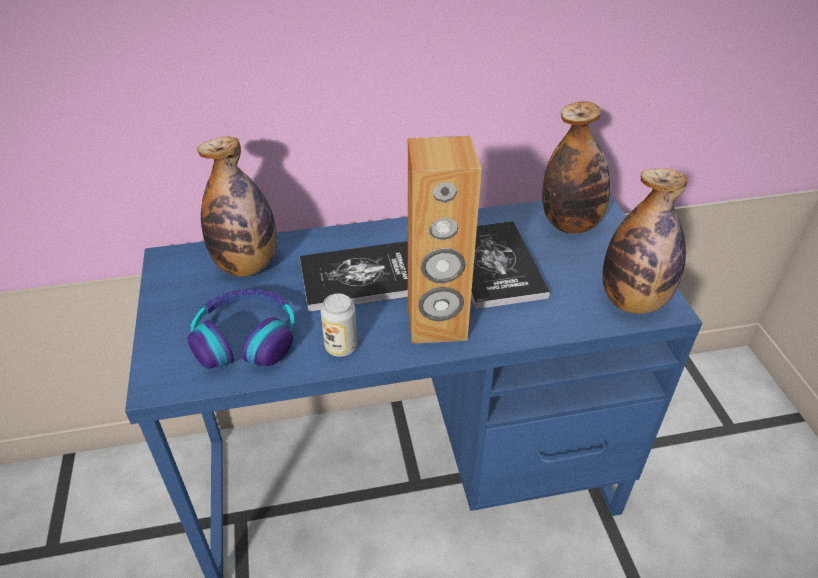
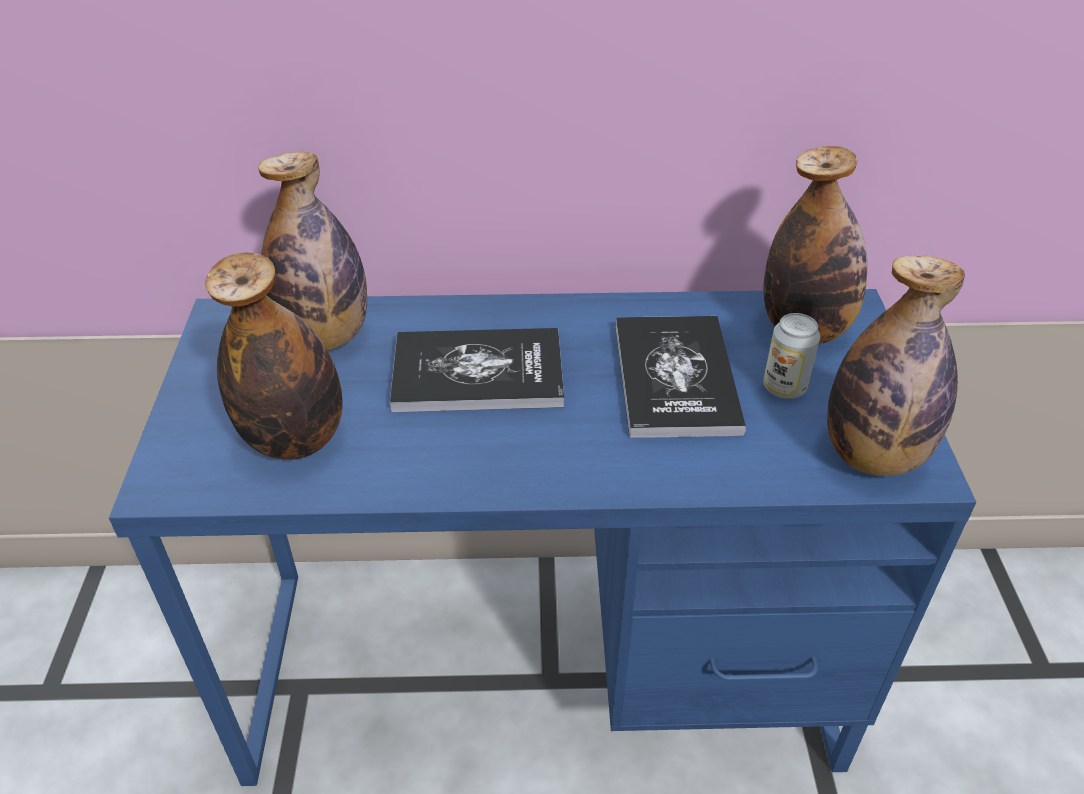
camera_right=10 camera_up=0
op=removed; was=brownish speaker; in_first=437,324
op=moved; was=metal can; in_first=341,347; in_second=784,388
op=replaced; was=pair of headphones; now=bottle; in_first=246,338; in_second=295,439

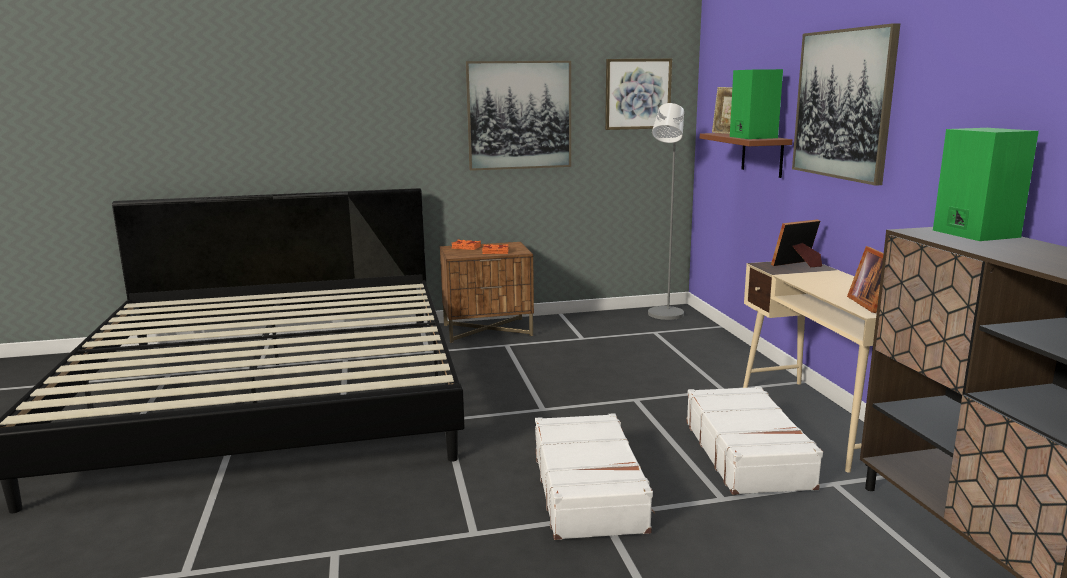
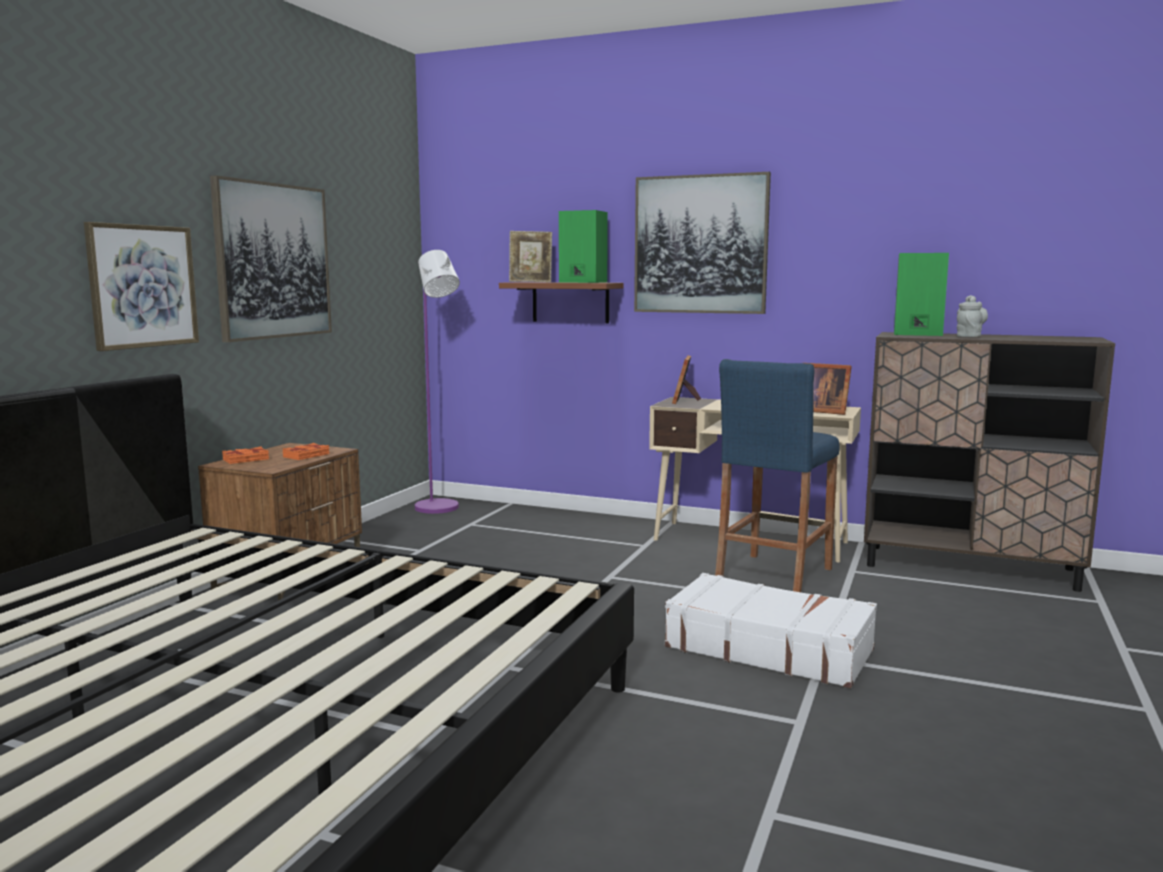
camera_right=-55 camera_up=-5
op=added; now=greyish tea pot; in_second=969,336
op=moved; was=wall art; in_first=637,94; in_second=142,286
op=replaced; was=white travel case; now=bluish stool; in_first=747,454; in_second=773,577
op=recoloured; was=greyish standard lamp; now=purplish standard lamp; in_first=664,316; in_second=440,509

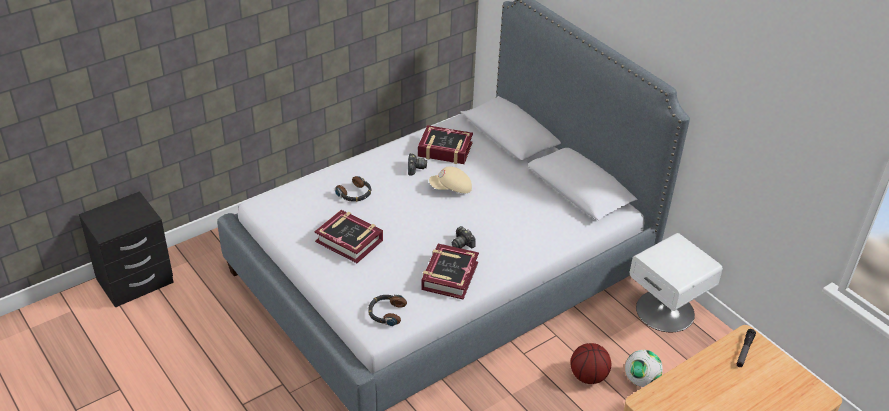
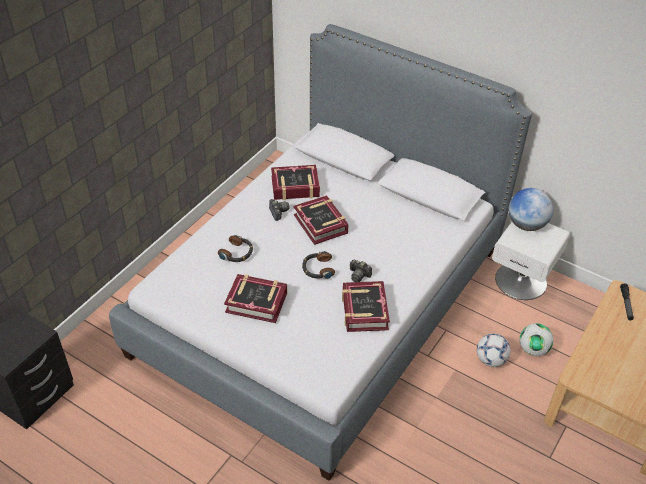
camera_right=-20 camera_up=5
op=added; now=desk globe; in_second=526,225
op=moved; was=pair of headphones; in_first=386,313; in_second=317,269
op=replaced; was=beige-coloured peaked cap; now=volume; in_first=451,189; in_second=321,224
op=replaced; was=basketball; now=ball for football; in_first=588,376; in_second=490,360

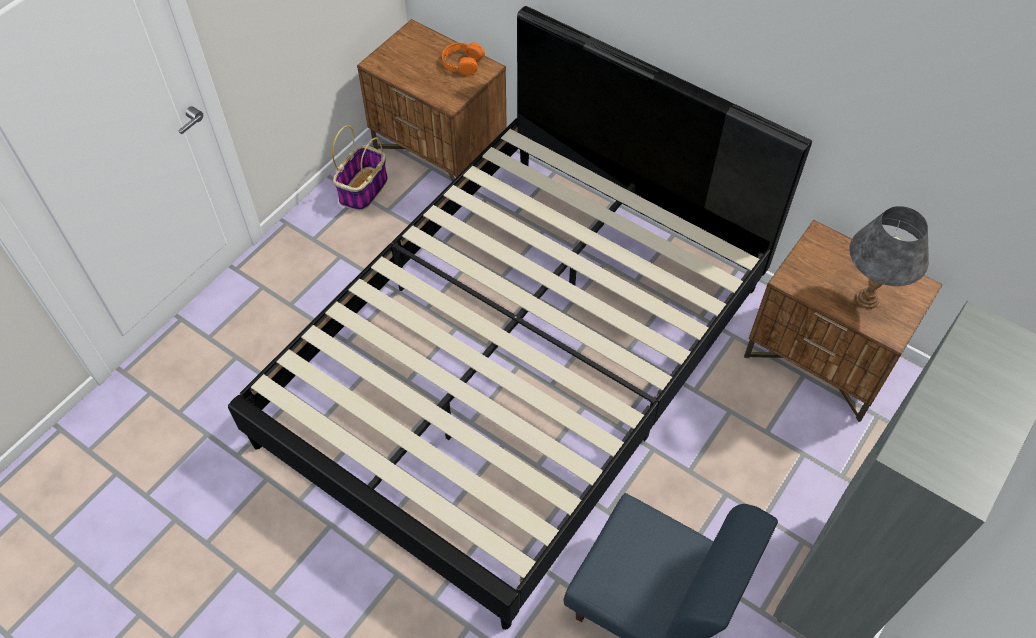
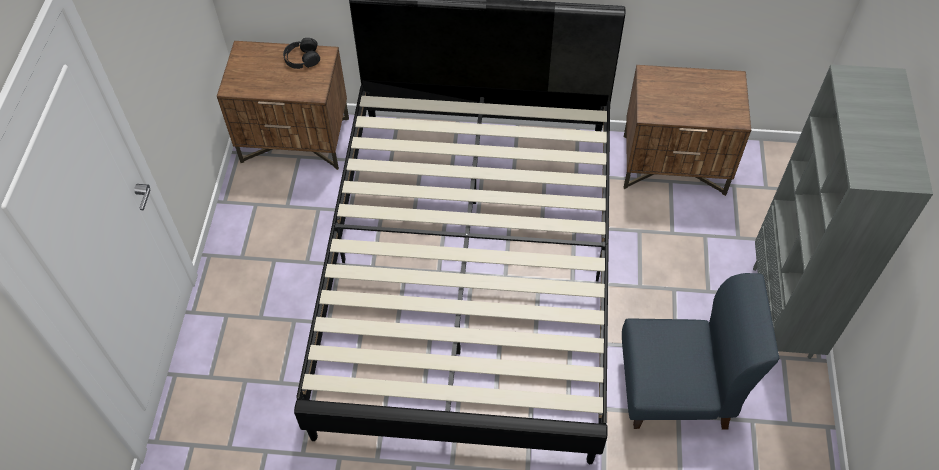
camera_right=-30 camera_up=0
op=removed; was=basket; in_first=363,190
op=removed; was=greyish tabletop lamp; in_first=866,299
op=recoloured; was=orangey pair of headphones; now=black pair of headphones; in_first=462,63; in_second=302,58

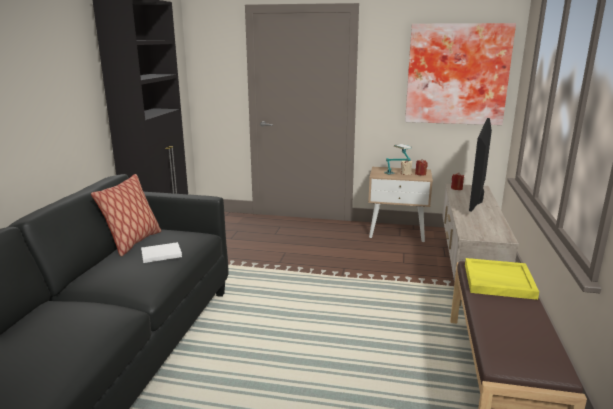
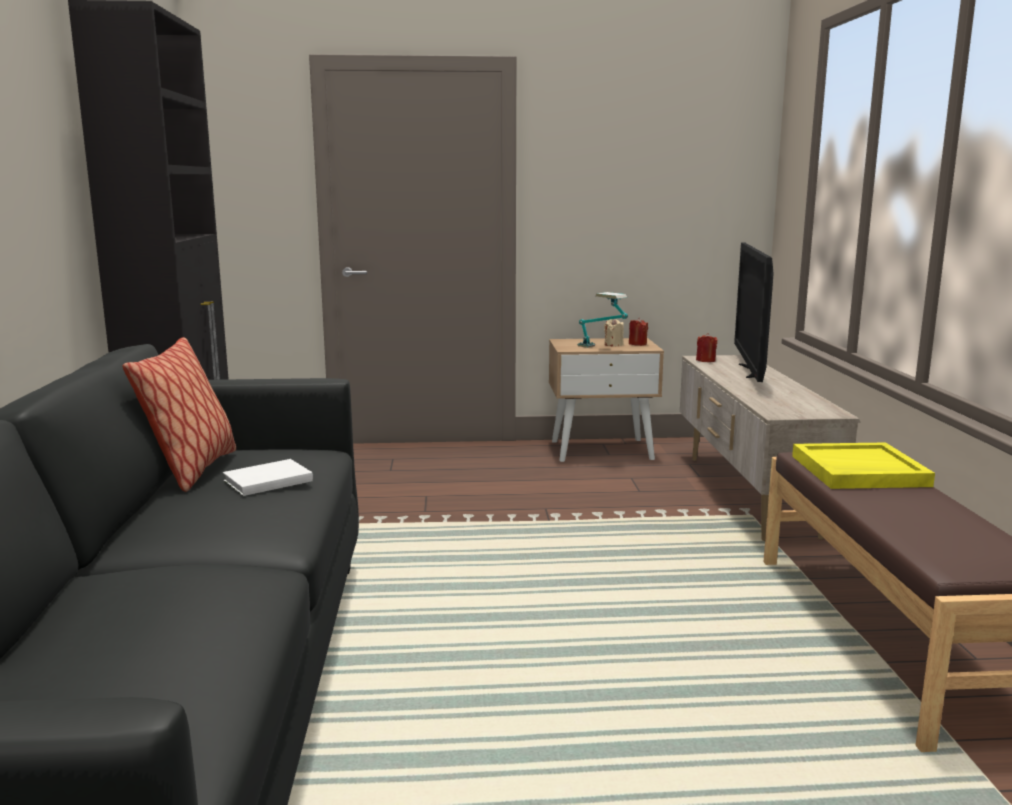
camera_right=-15 camera_up=-5
op=removed; was=wall art; in_first=457,74

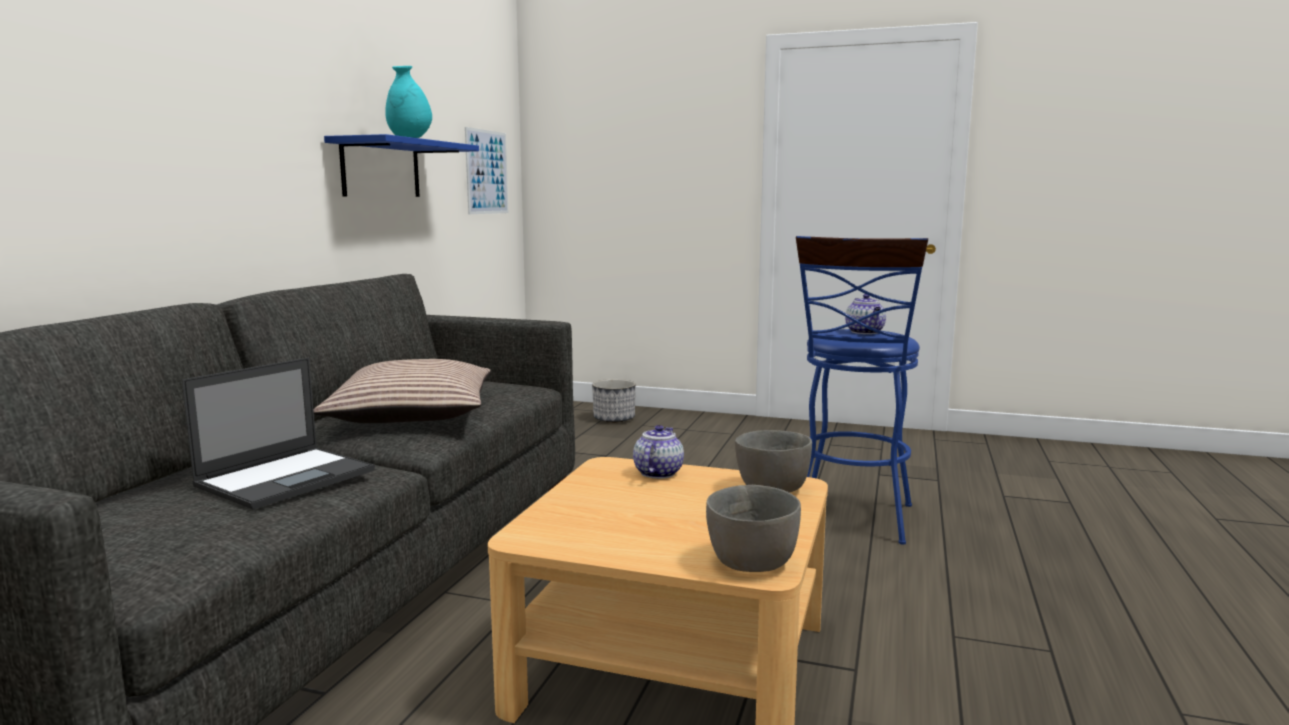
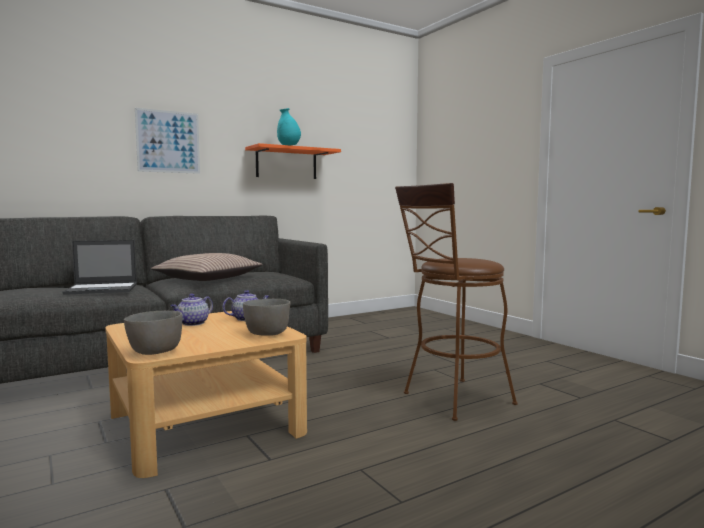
camera_right=40 camera_up=-5
op=removed; was=flower pot; in_first=614,419
op=moved; was=wall art; in_first=487,172; in_second=168,141
op=moved; was=tea pot; in_first=865,332; in_second=192,323
op=recoloured; was=bluish bracket shelf; now=orangey bracket shelf; in_first=381,169; in_second=286,163
op=recoloured; was=bluish stool; now=brownish stool; in_first=852,521; in_second=451,400

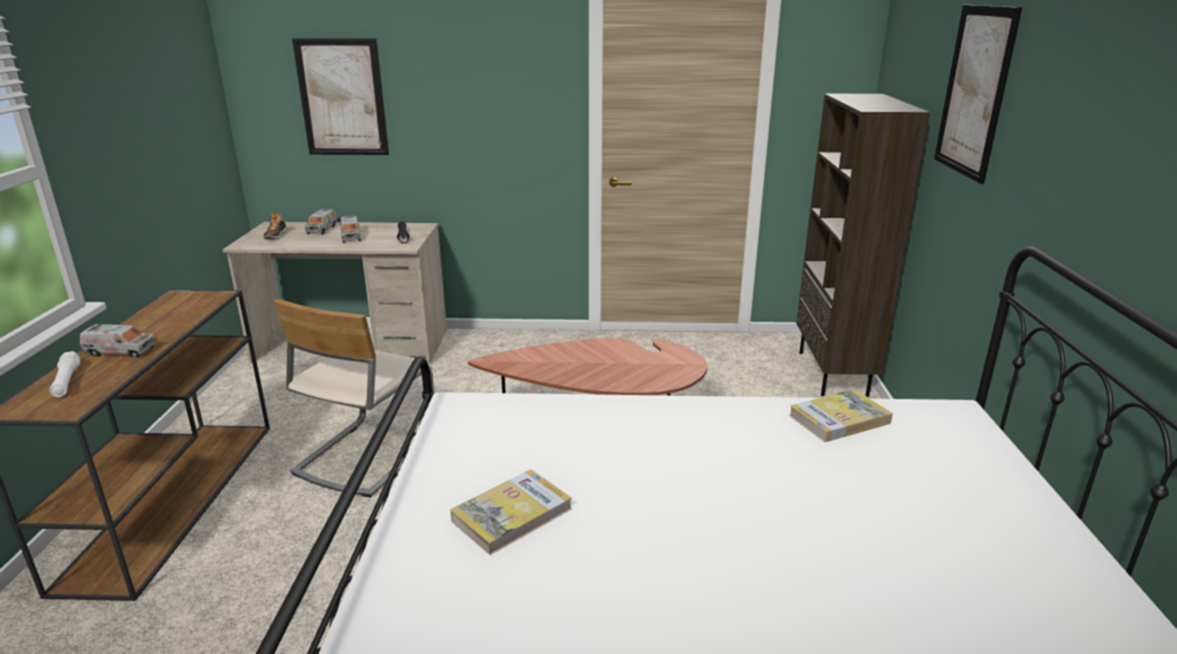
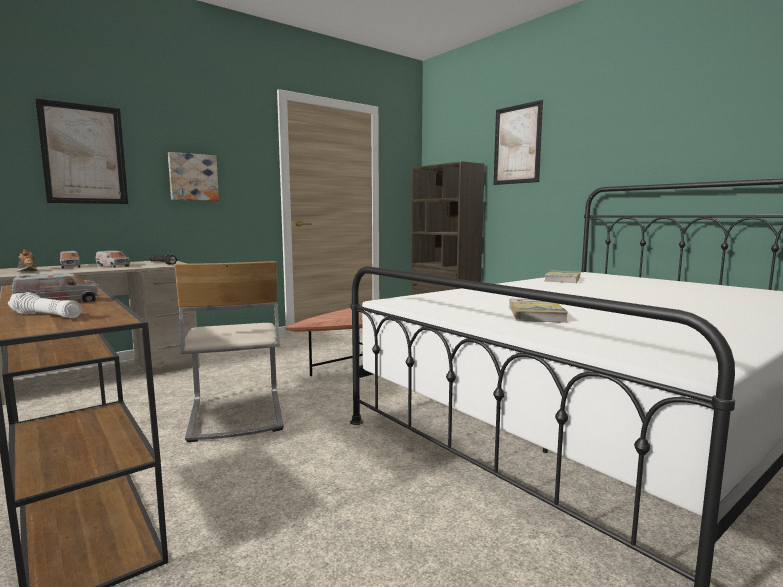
camera_right=-40 camera_up=-15
op=added; now=wall art; in_second=193,177

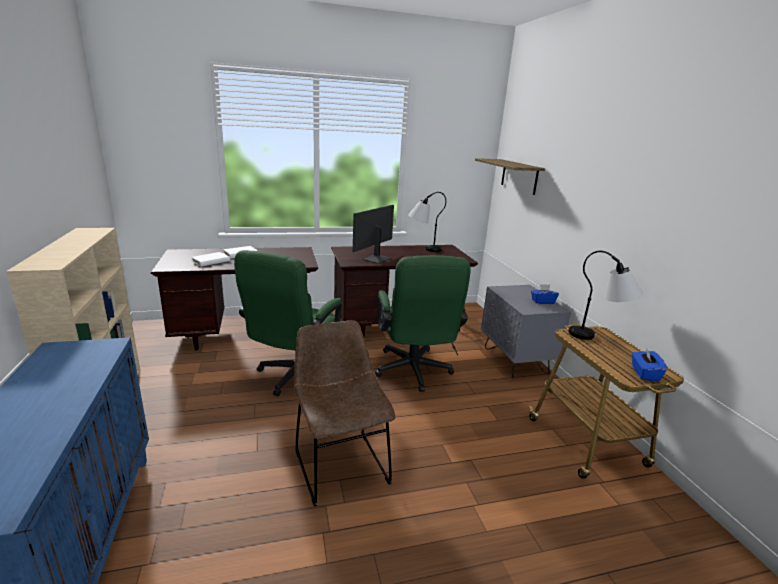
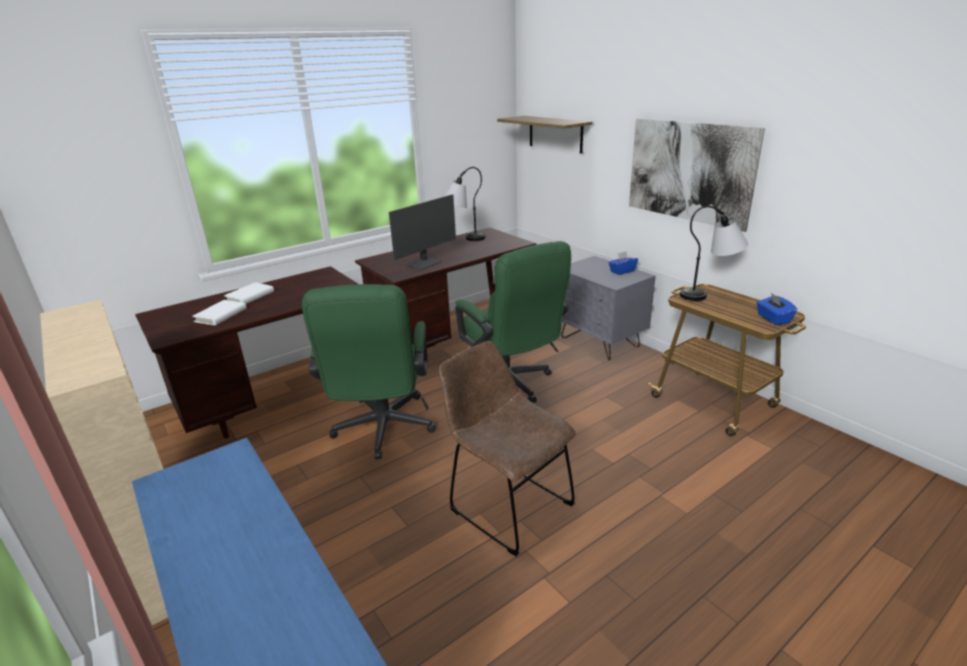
camera_right=-20 camera_up=5
op=added; now=wall art; in_second=689,171
op=turned; was=monitor; in_first=376,259; in_second=424,263; clockwise=-150

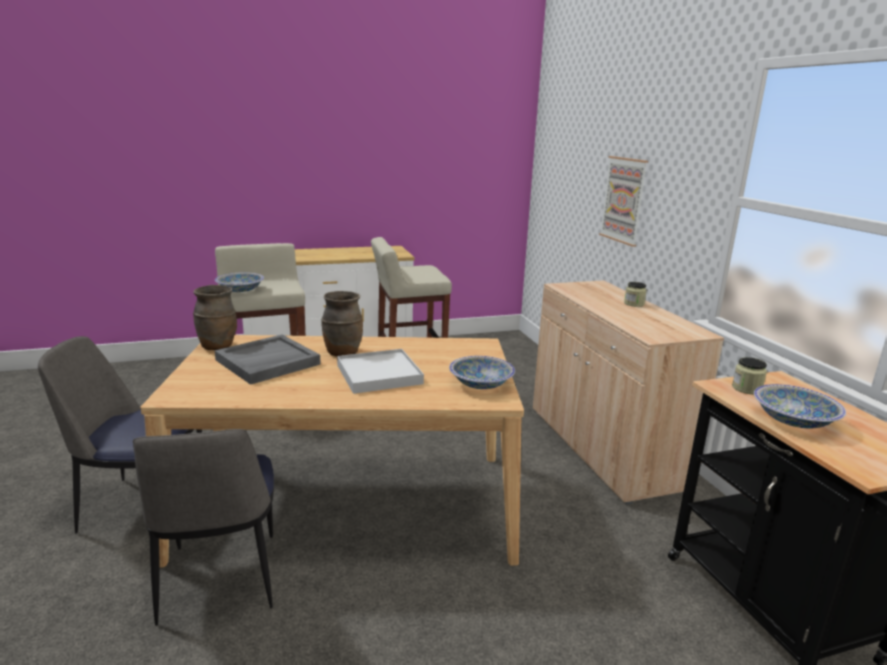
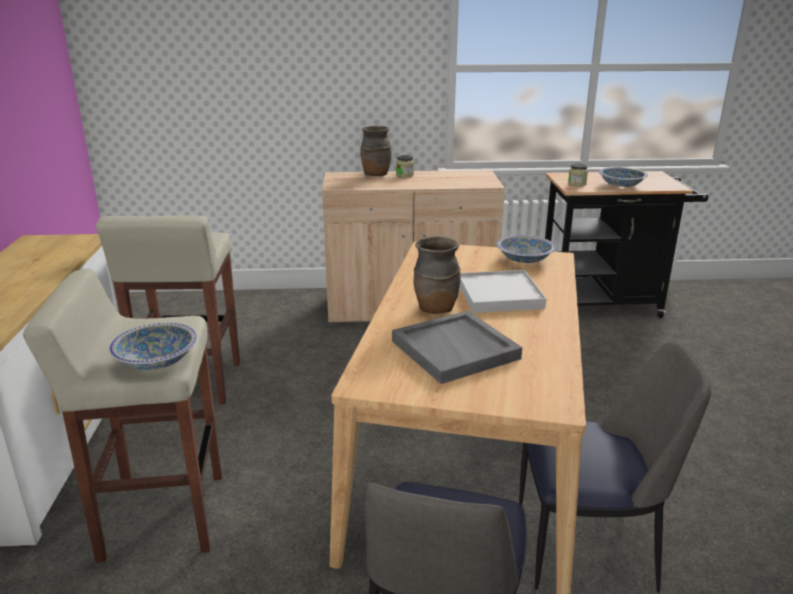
camera_right=-75 camera_up=5
op=removed; was=wall art; in_first=623,200
op=moved; was=brownish decorative vase; in_first=218,346; in_second=375,175

